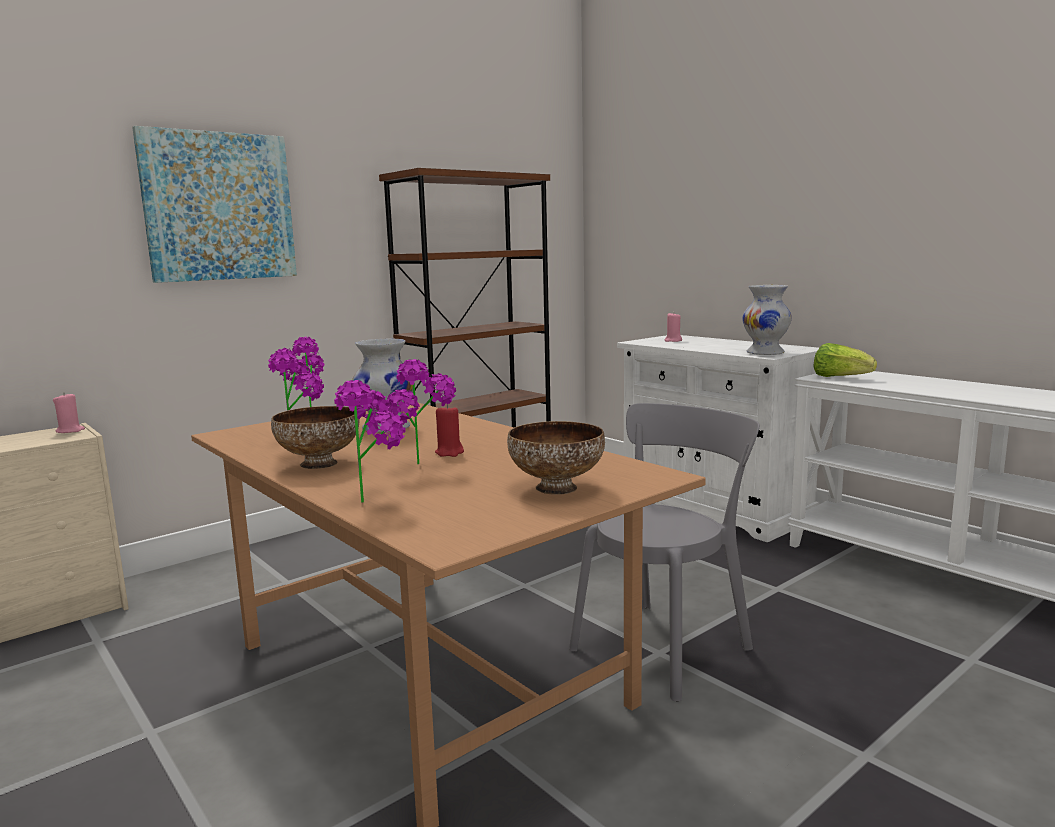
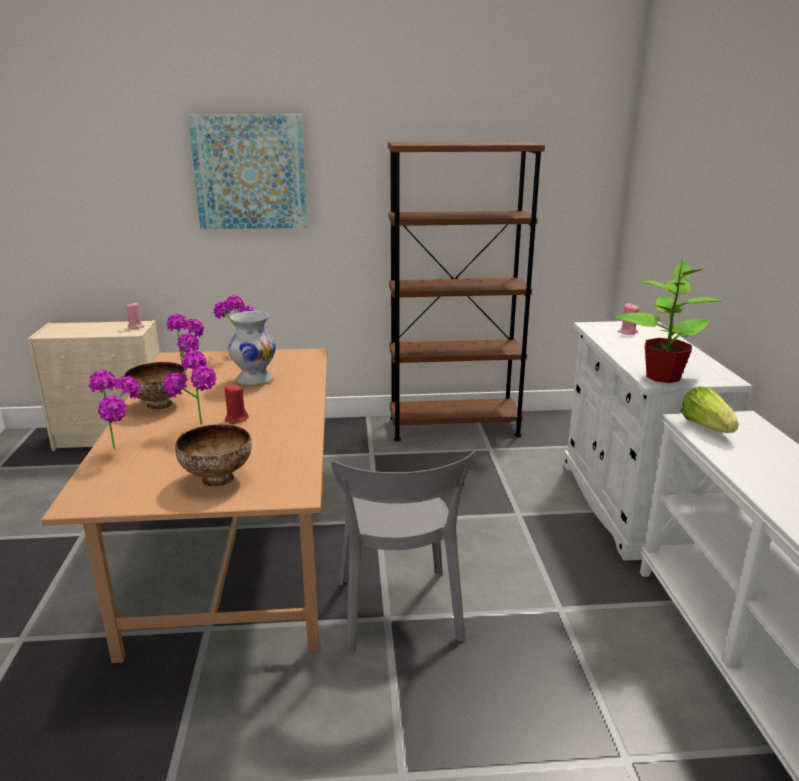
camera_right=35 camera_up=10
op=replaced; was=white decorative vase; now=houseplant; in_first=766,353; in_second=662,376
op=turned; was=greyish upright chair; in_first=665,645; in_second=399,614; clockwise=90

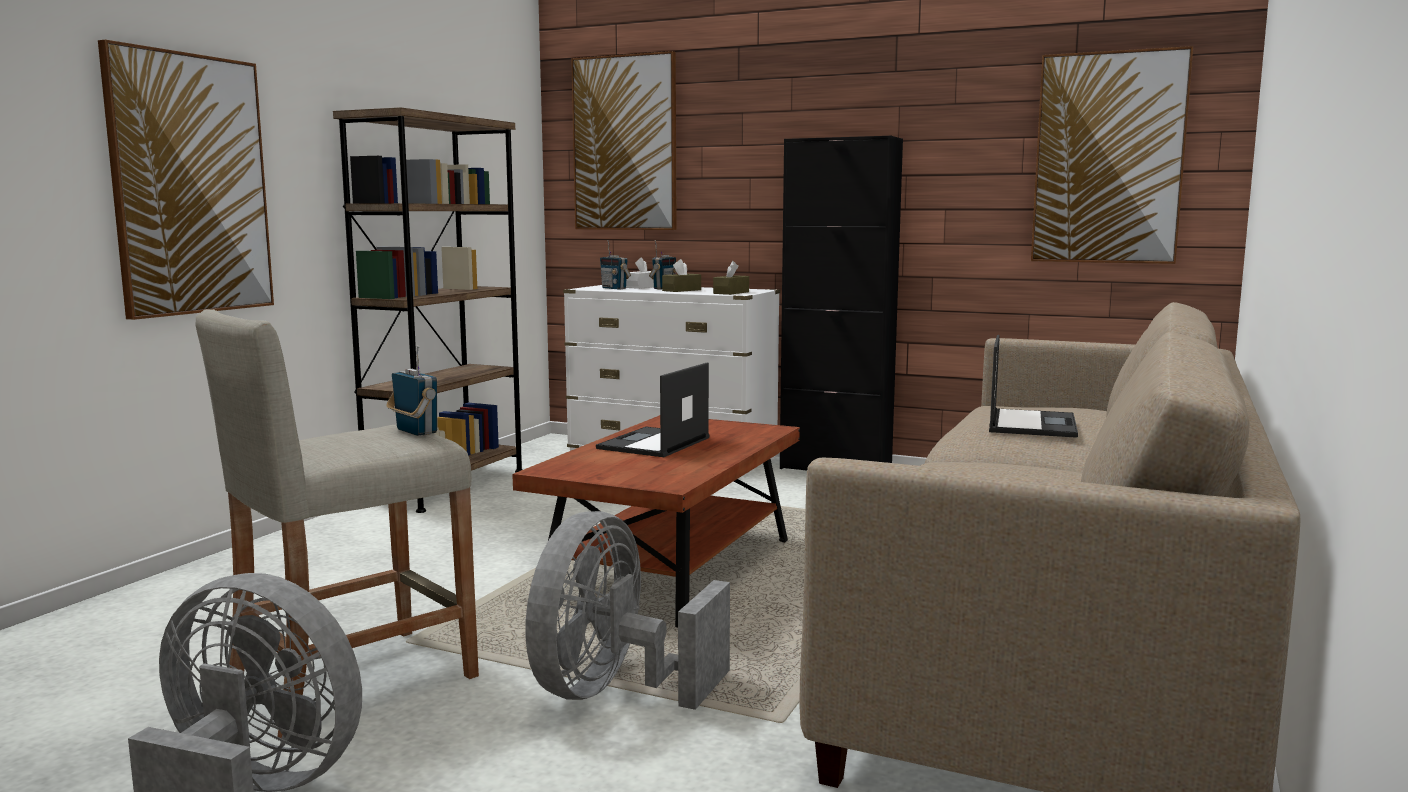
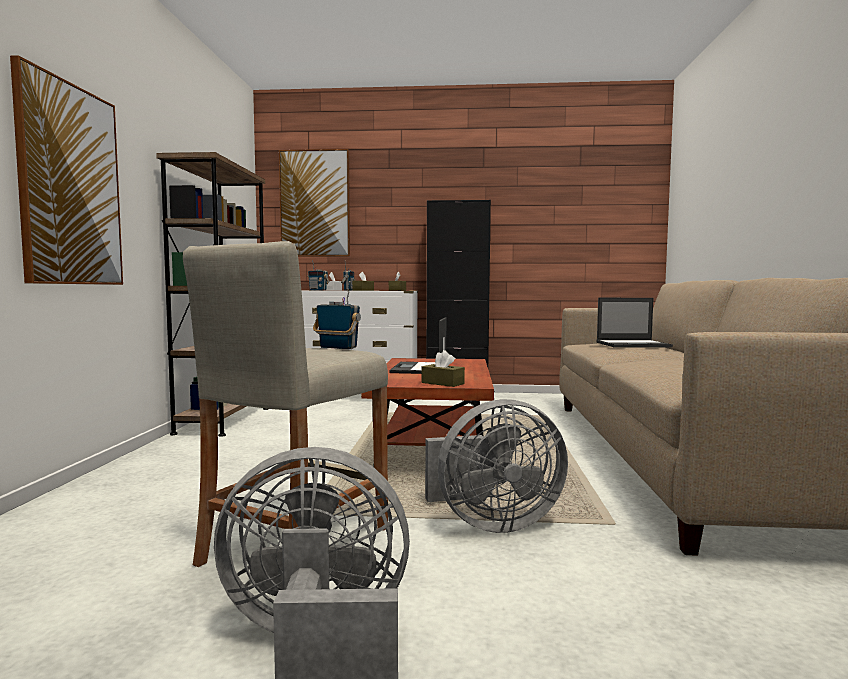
camera_right=-20 camera_up=-5
op=removed; was=wall art; in_first=1108,158
op=added; now=brownish box of tissues; in_second=442,383
op=turned; was=greyish electric fan; in_first=614,692; in_second=491,523; clockwise=-105
op=turned; was=notebook computer; in_first=1031,424; in_second=633,344; clockwise=90

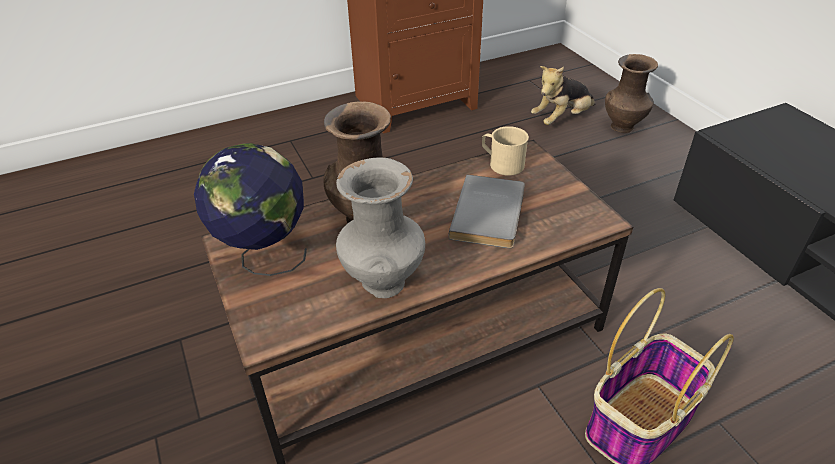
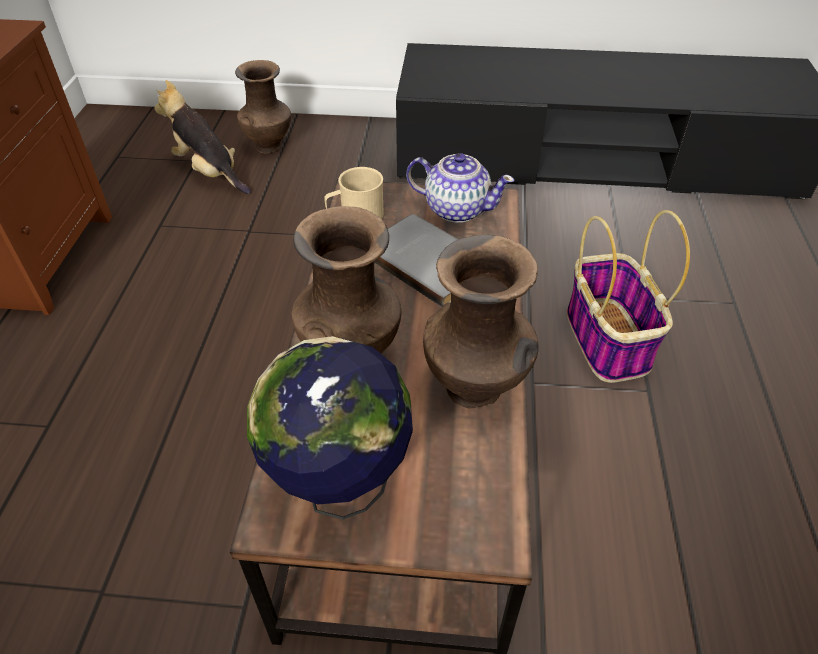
camera_right=-60 camera_up=5
op=added; now=tea pot; in_second=456,209
op=recoloured; was=greyish decorative vase; now=brownish decorative vase; in_first=384,284; in_second=476,389
op=turned; was=cuddly toy; in_first=562,119; in_second=210,172; clockwise=135

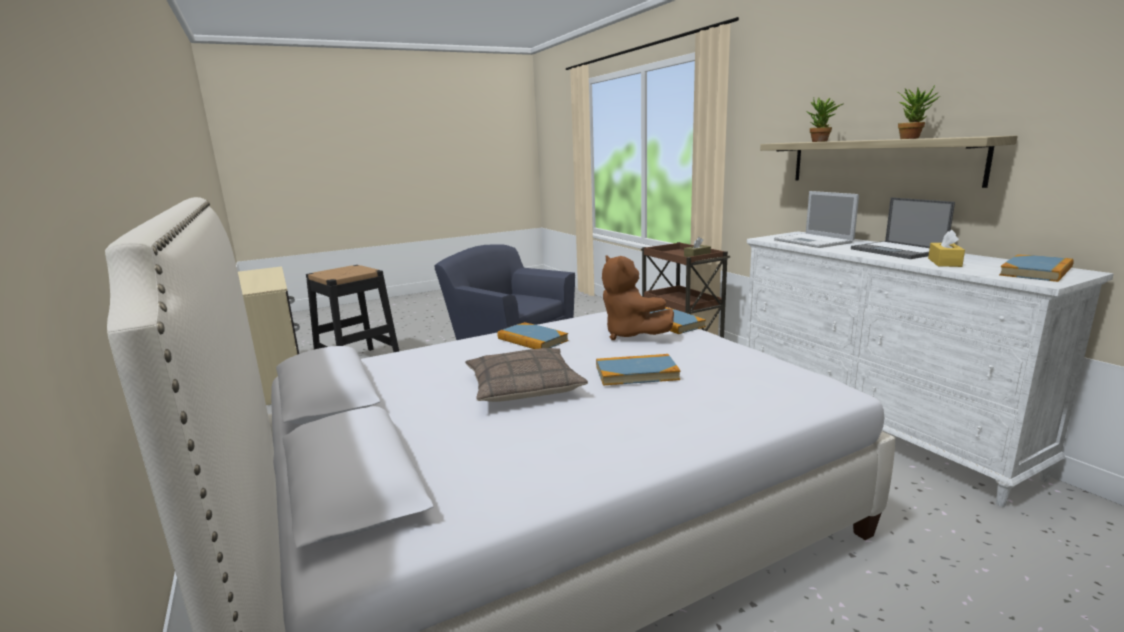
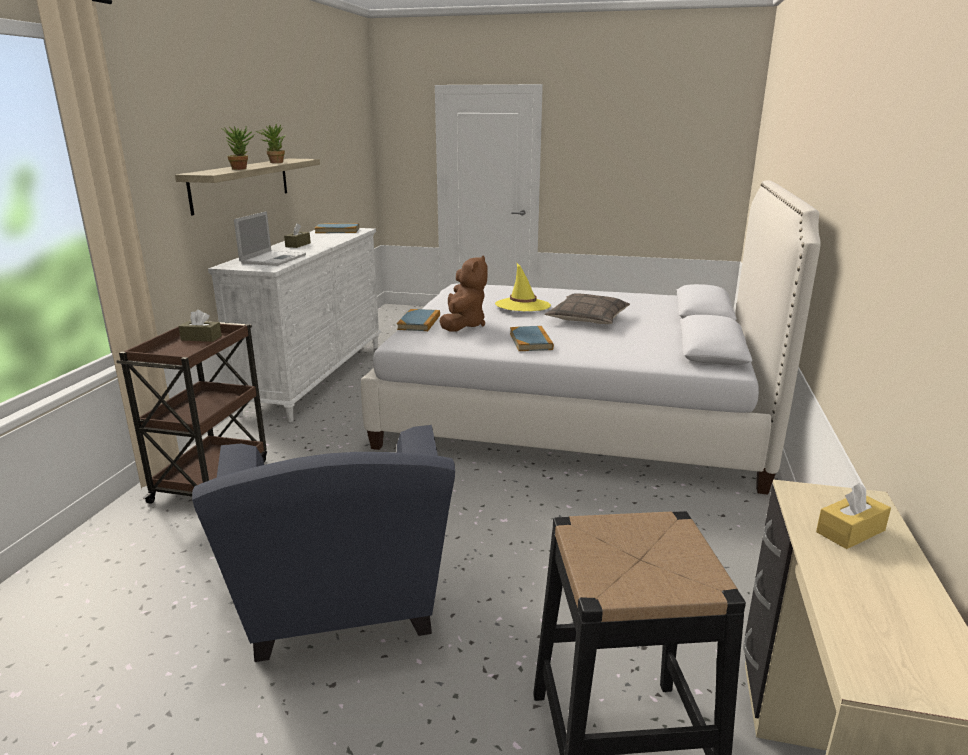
camera_right=-140 camera_up=5
op=moved; was=yellow-coloured box of tissues; in_first=944,262; in_second=850,531
op=replaced; was=volume; now=yellow-coloured wearable hat; in_first=636,373; in_second=523,305
op=replaced; was=notebook computer; now=brownish box of tissues; in_first=898,251; in_second=298,245

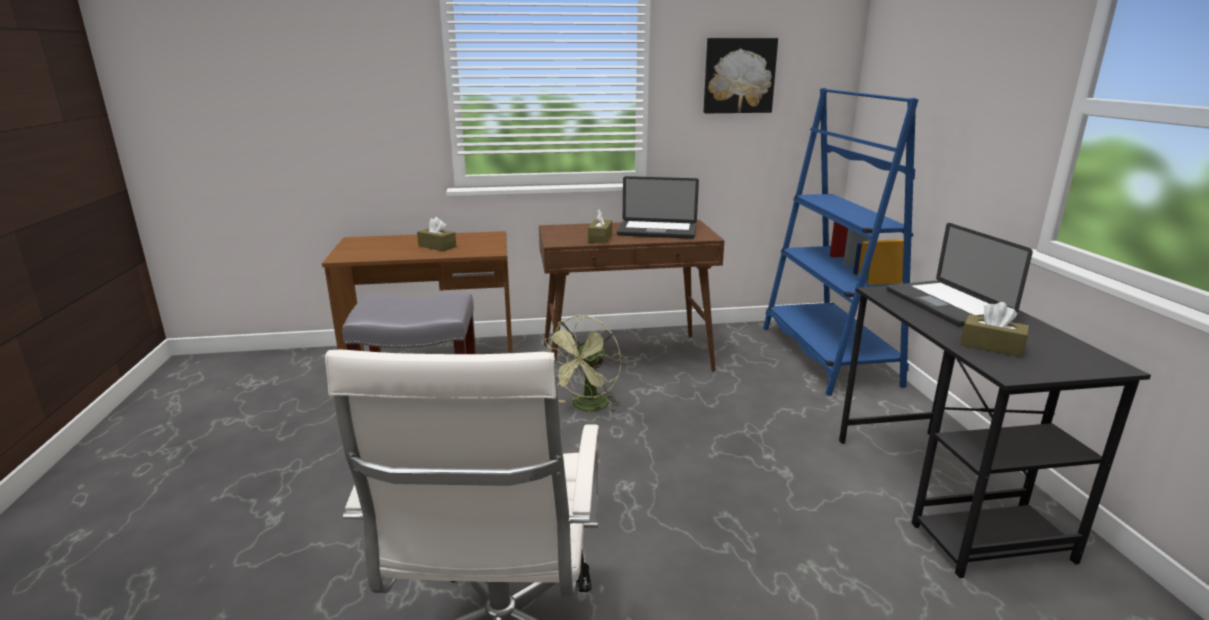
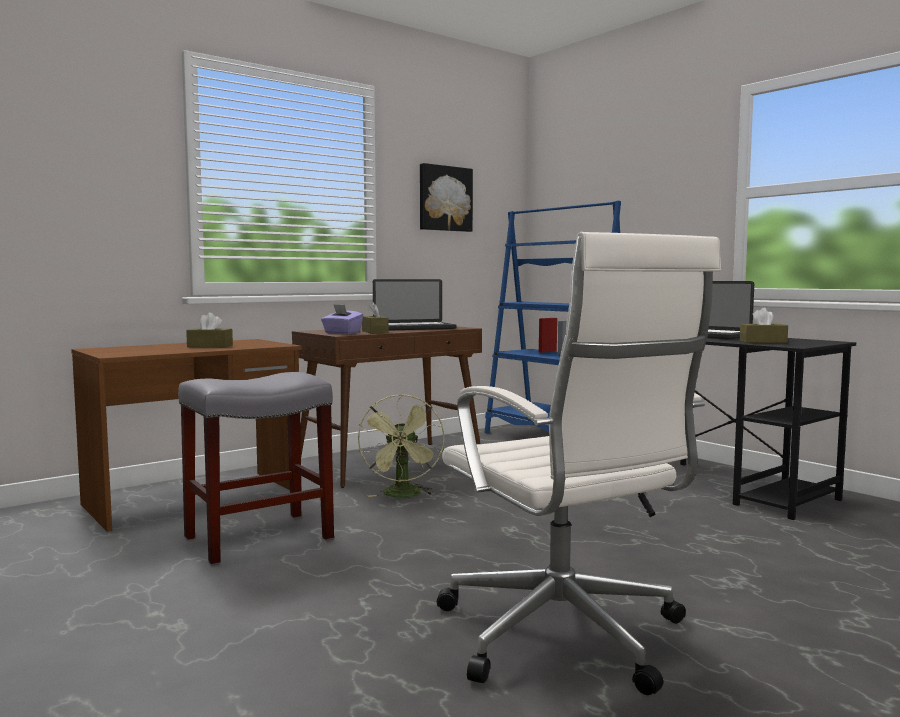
camera_right=-30 camera_up=-15
op=added; now=purplish box of tissues; in_second=342,333

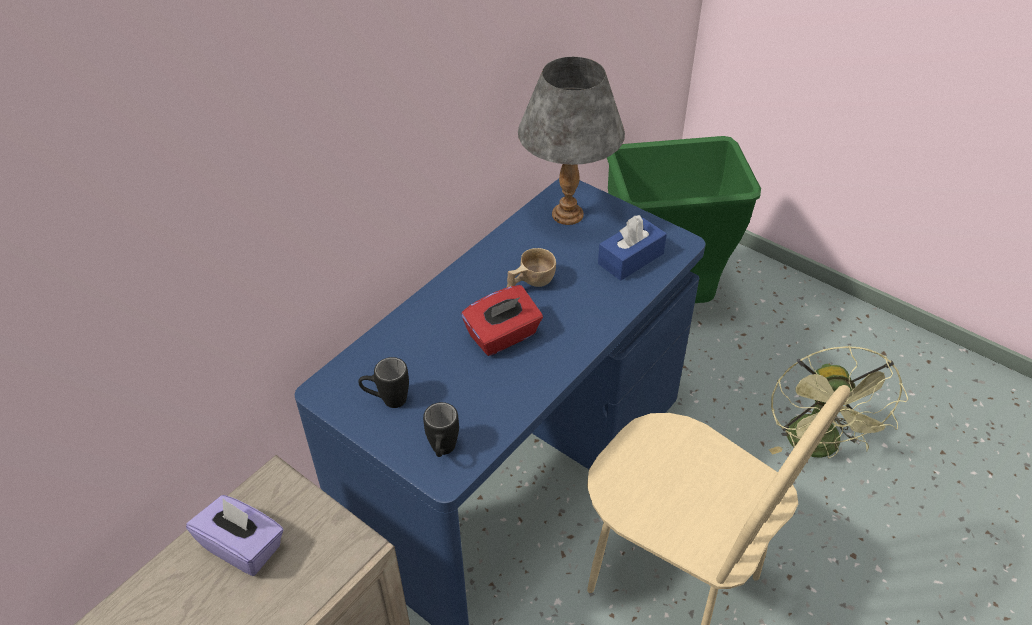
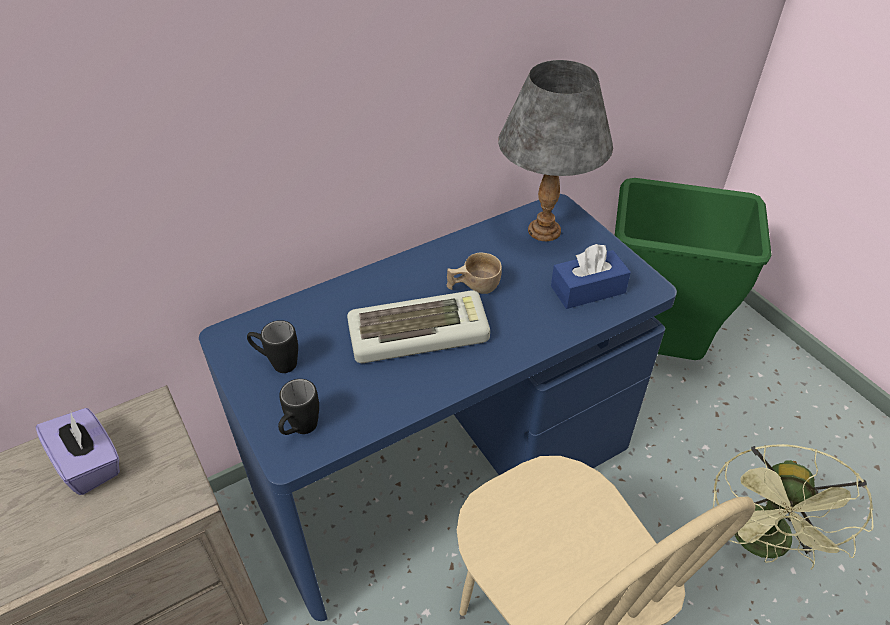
camera_right=20 camera_up=0
op=replaced; was=red-coloured box of tissues; now=keyboard; in_first=503,336; in_second=419,332

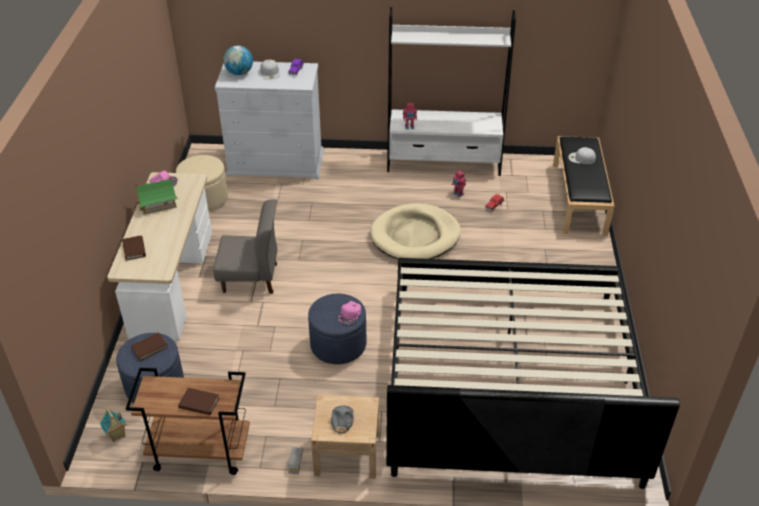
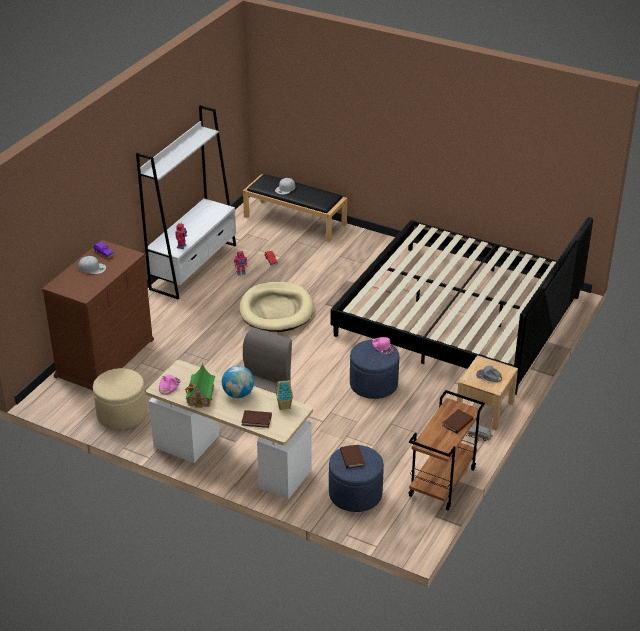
camera_right=-65 camera_up=-5
op=moved; was=miniature house; in_first=117,436; in_second=284,406
op=moved; was=desk globe; in_first=239,73; in_second=238,394
op=recoloured; was=white chest of drawers; now=brownish chest of drawers; in_first=276,163; in_second=105,357

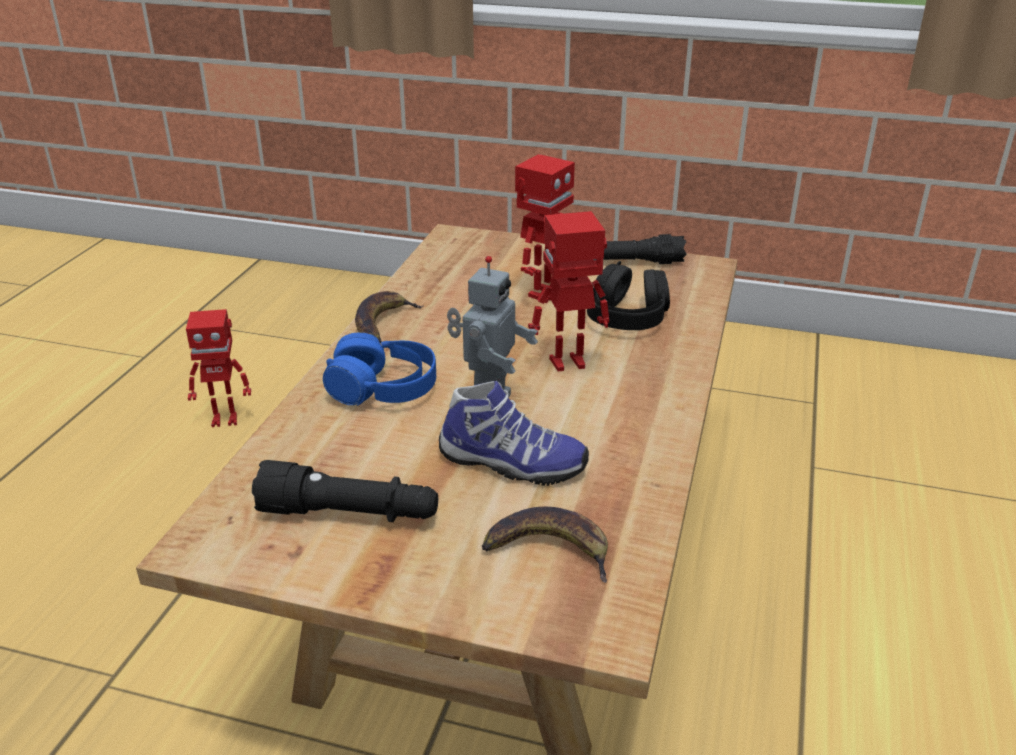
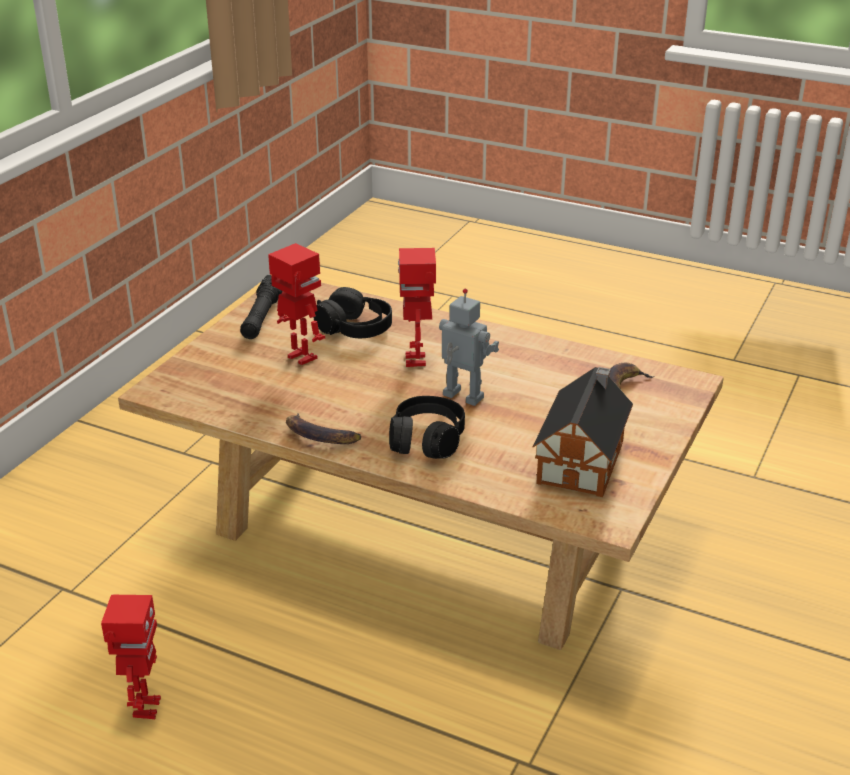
camera_right=-80 camera_up=0
op=removed; was=item of footwear; in_first=511,464
op=replaced; was=black torch; now=miniature house; in_first=350,514; in_second=583,459
op=recoloured; was=bluish pair of headphones; now=black pair of headphones; in_first=383,388; in_second=426,440

